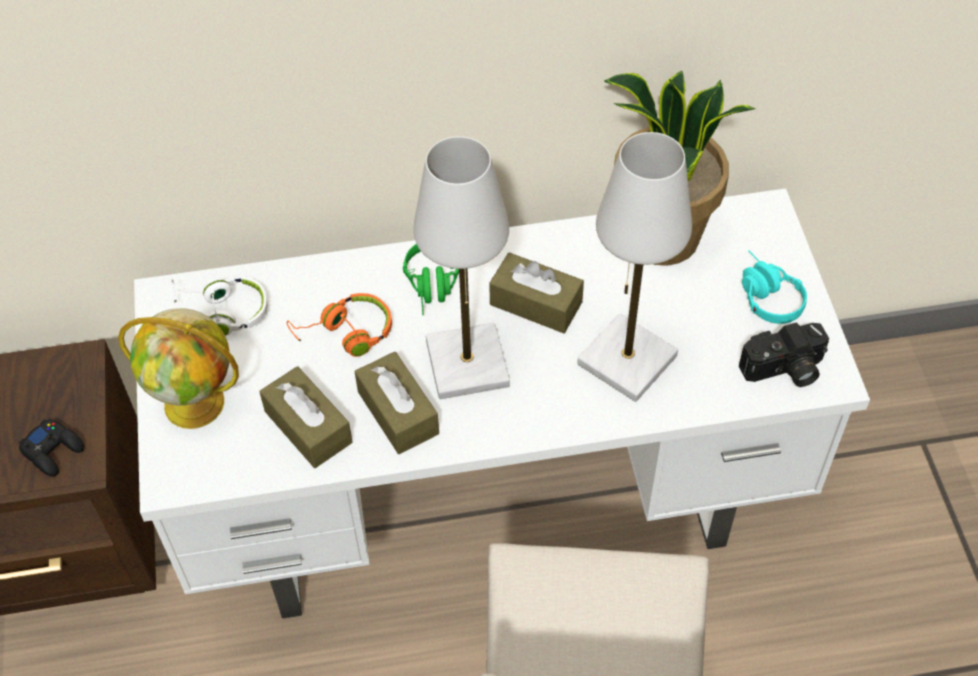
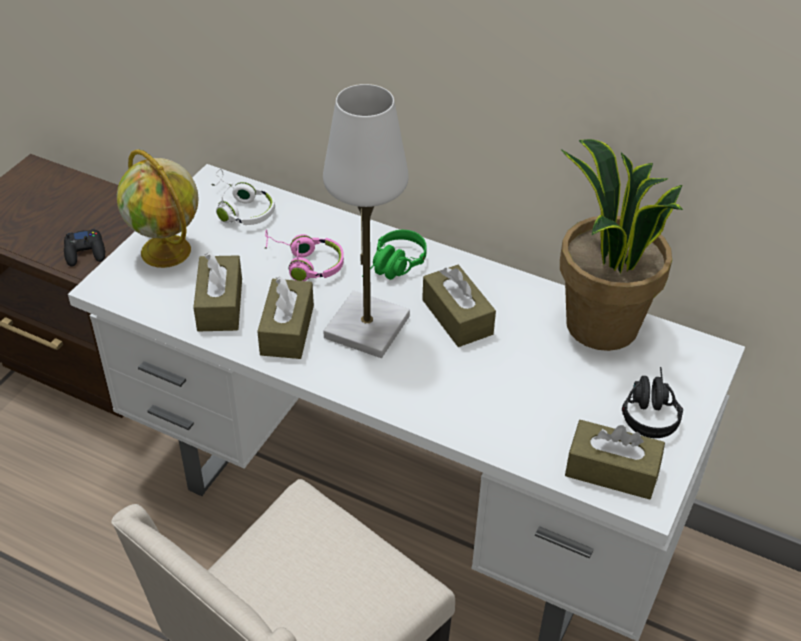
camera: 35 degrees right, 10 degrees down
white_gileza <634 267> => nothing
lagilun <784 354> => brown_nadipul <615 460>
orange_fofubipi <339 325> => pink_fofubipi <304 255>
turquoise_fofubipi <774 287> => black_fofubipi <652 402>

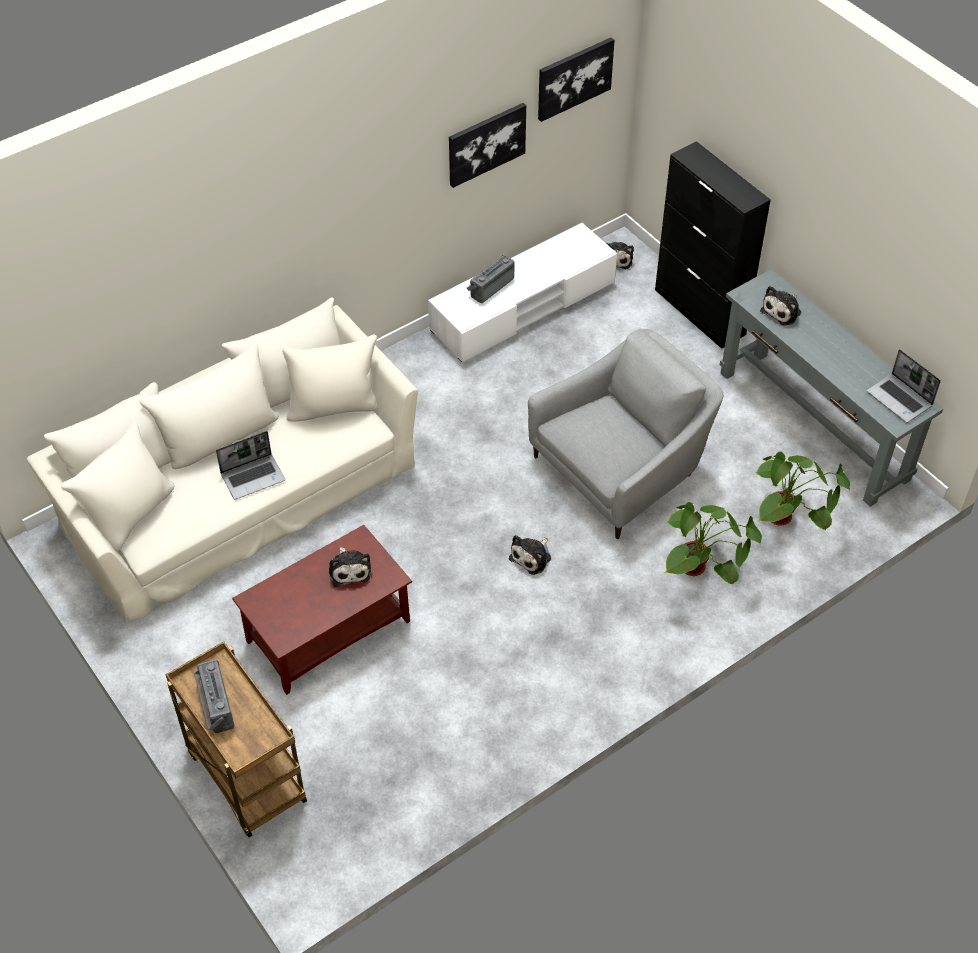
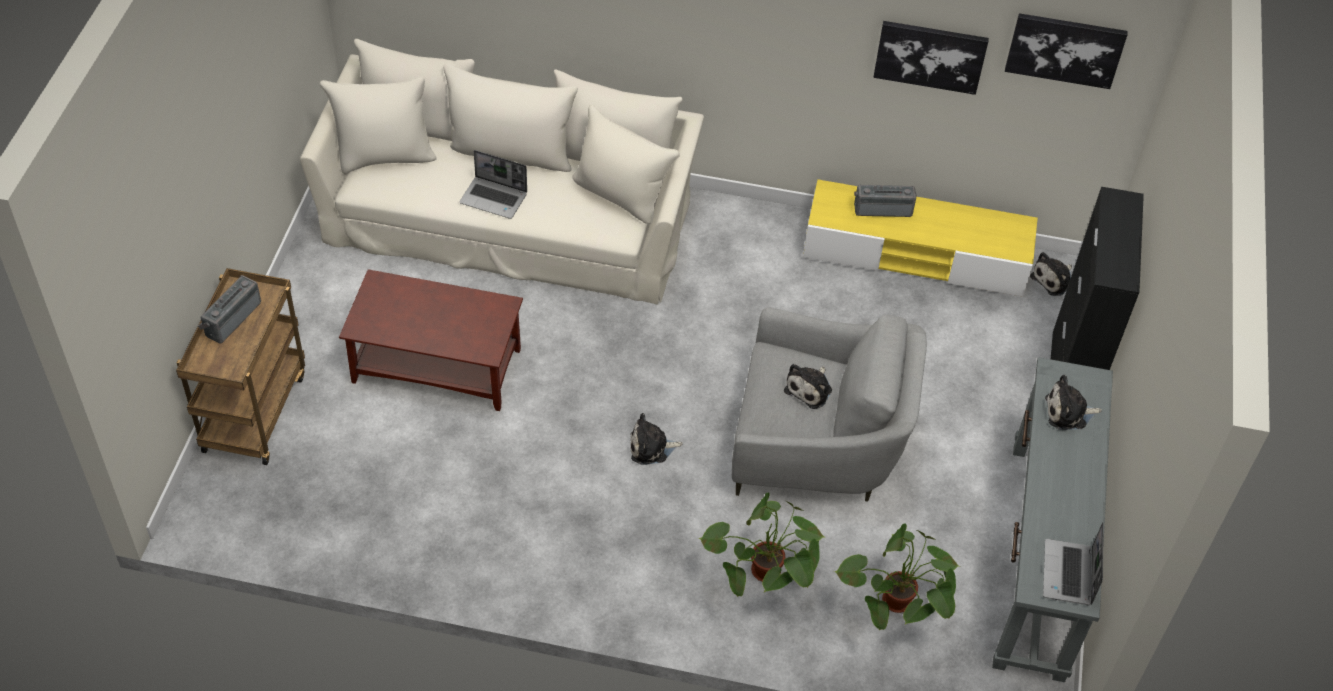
camera: 45 degrees right, 0 degrees up
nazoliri <350 567> => nazoliri <808 386>, moved
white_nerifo <522 292> => yellow_nerifo <920 238>

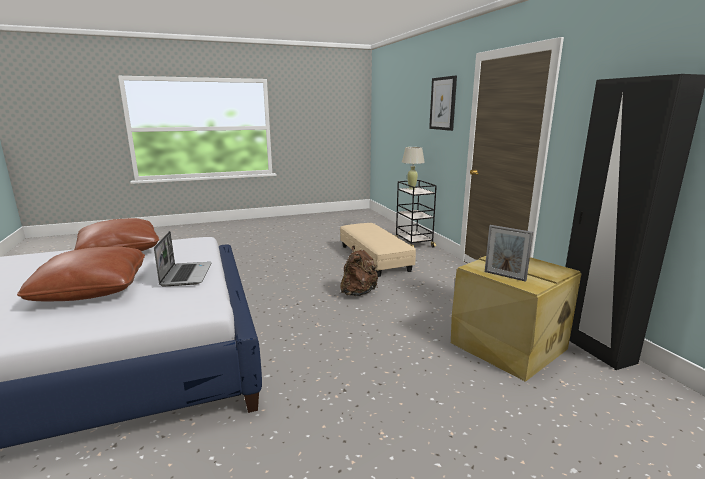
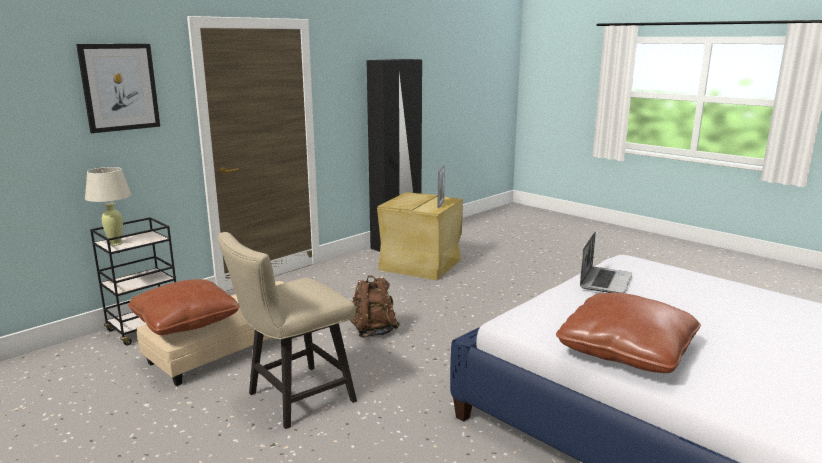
camera: 115 degrees left, 0 degrees up
nothing => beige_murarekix <287 330>
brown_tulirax <81 274> => brown_tulirax <184 307>, moved
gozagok <183 259> => gozagok <606 262>, 150 degrees clockwise

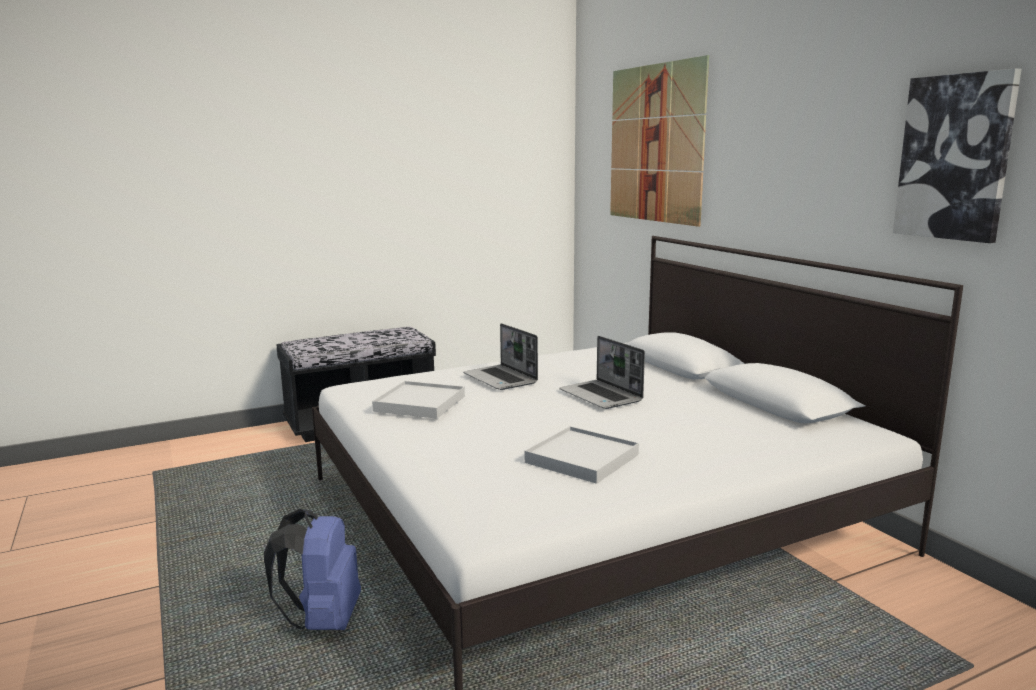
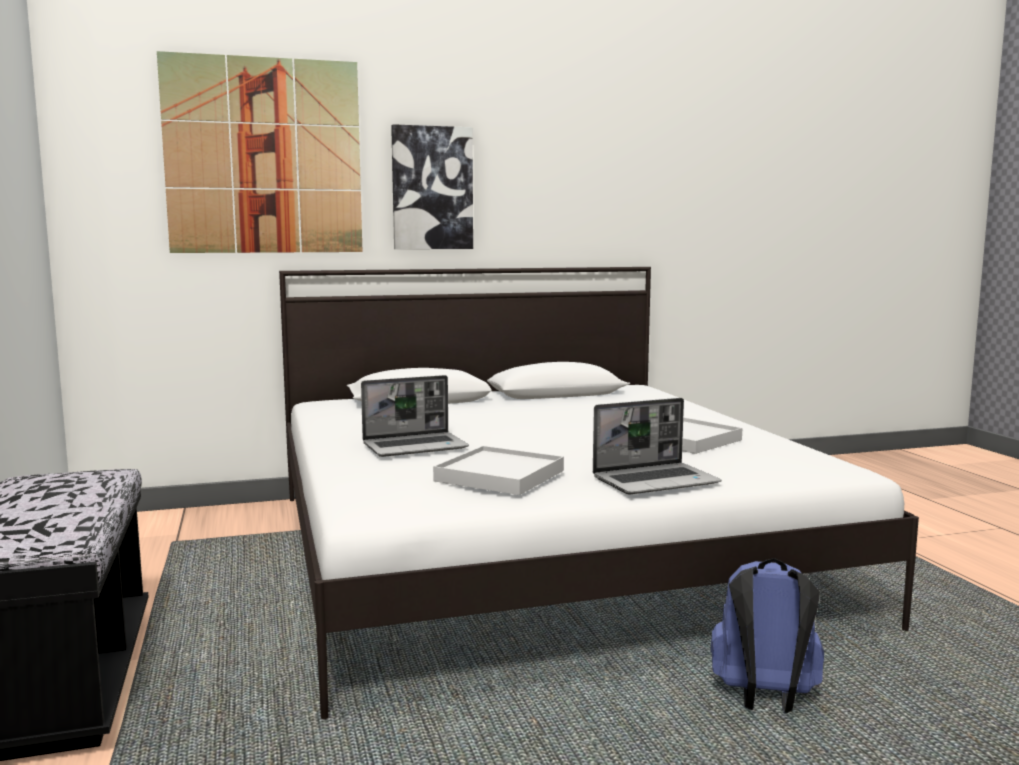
camera: 80 degrees left, 5 degrees down
gozagok <602 372> => gozagok <657 446>, moved
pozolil <957 155> => pozolil <432 186>, moved

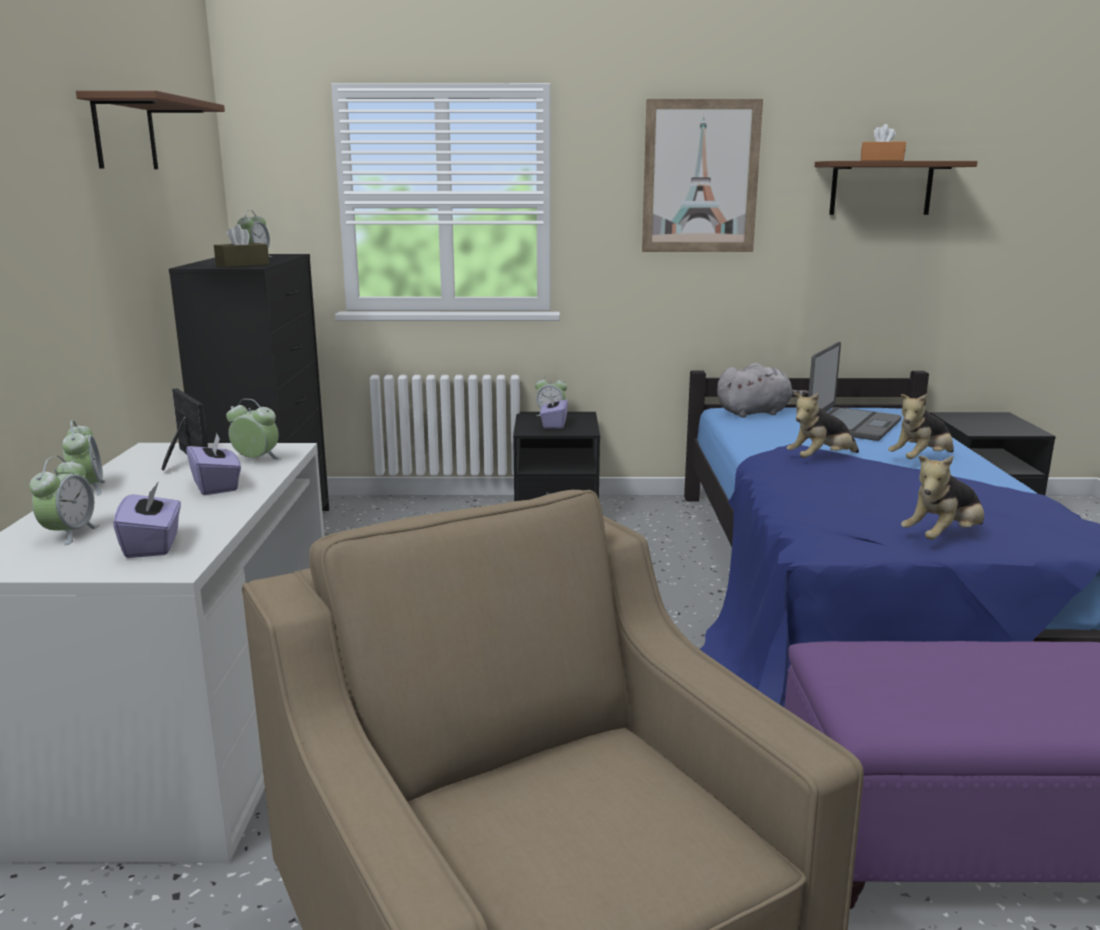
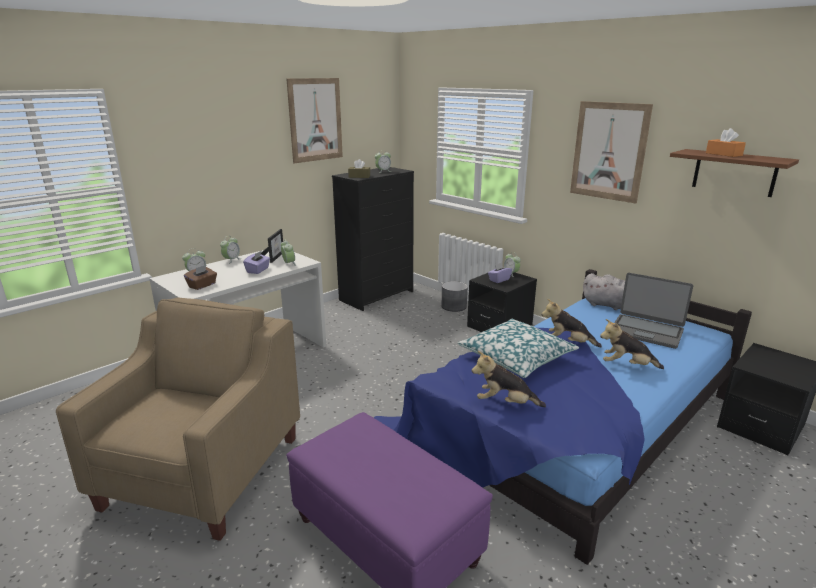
camera: 45 degrees right, 5 degrees up
nothing => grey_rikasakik <454 296>
nothing => tulirax <518 348>
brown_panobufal <150 129> => pozolil <314 120>
purple_nadipul <147 519> => brown_nadipul <200 277>
gozagok <855 391> => gozagok <653 311>, 45 degrees clockwise

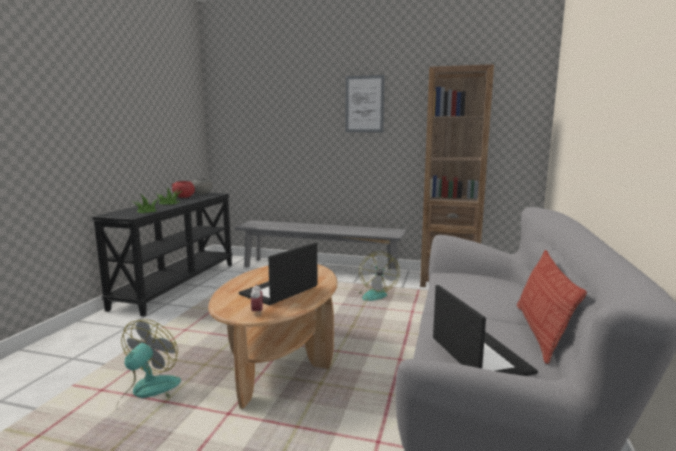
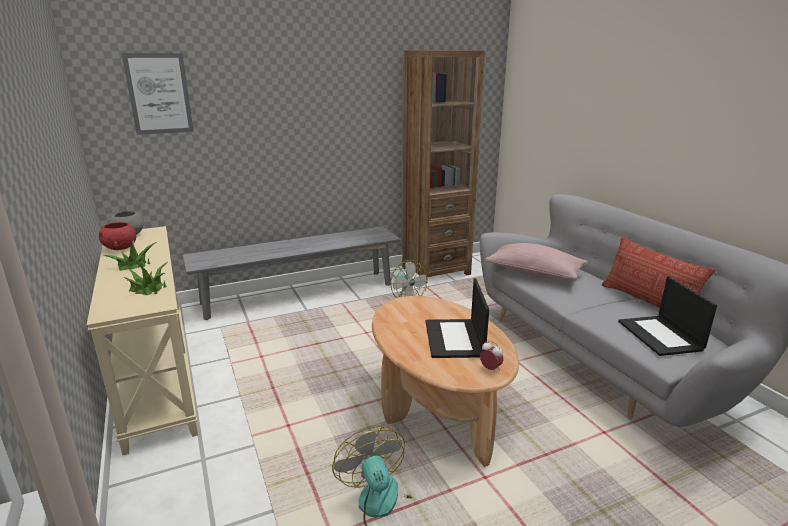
camera: 40 degrees left, 10 degrees up
nothing => pink_tulirax <536 261>
pozolil <365 103> => pozolil <158 94>, moved
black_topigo <162 255> => beige_topigo <142 340>
gozagok <485 330> => gozagok <667 316>, 135 degrees counterclockwise

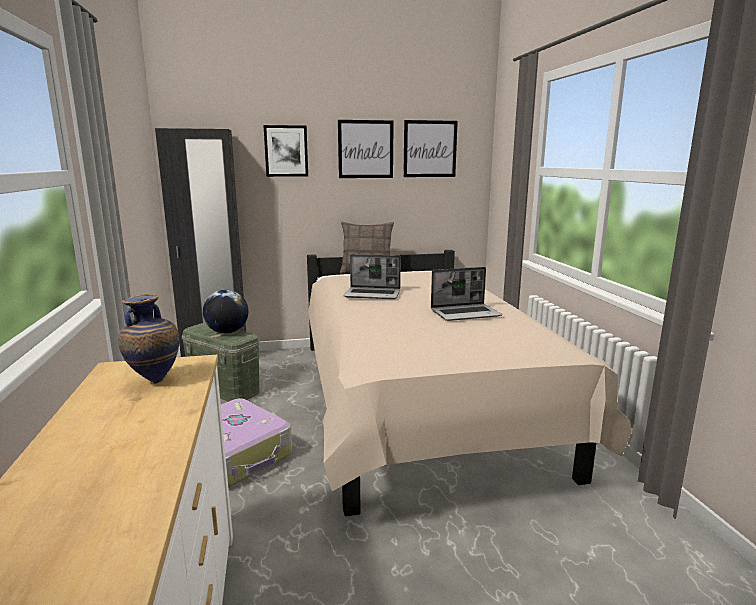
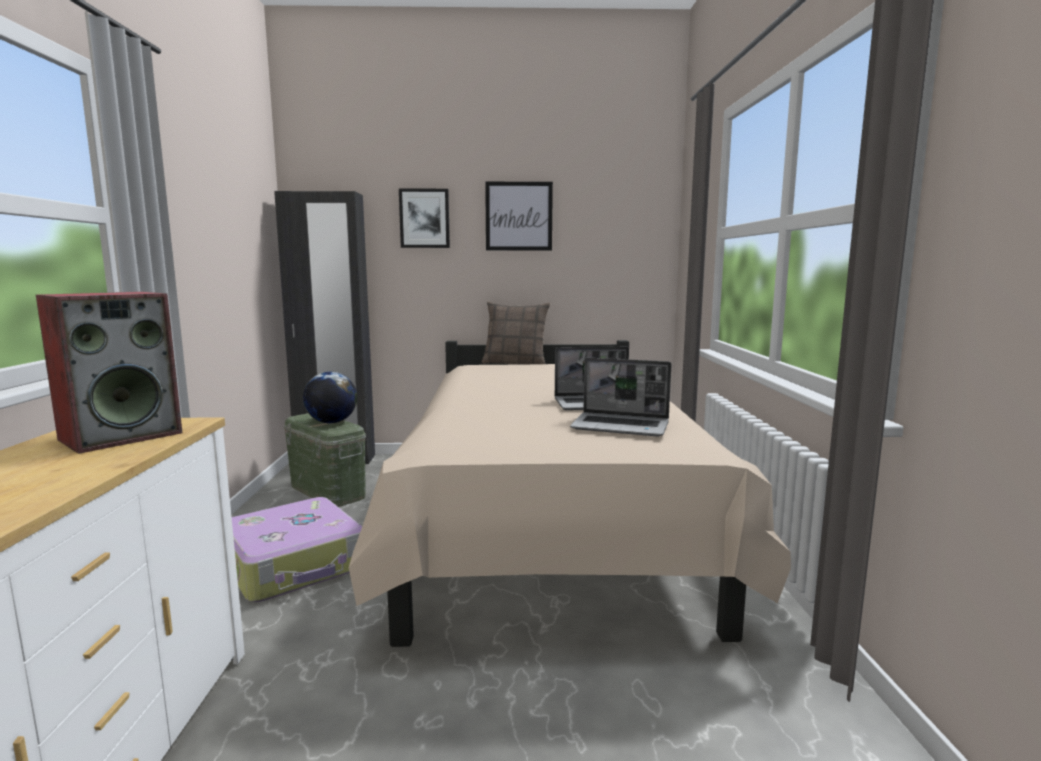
camera: 10 degrees right, 5 degrees down
pozolil <430 148> => nothing
gozagok <372 276> => gozagok <621 397>, moved
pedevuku <148 339> => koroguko <109 373>

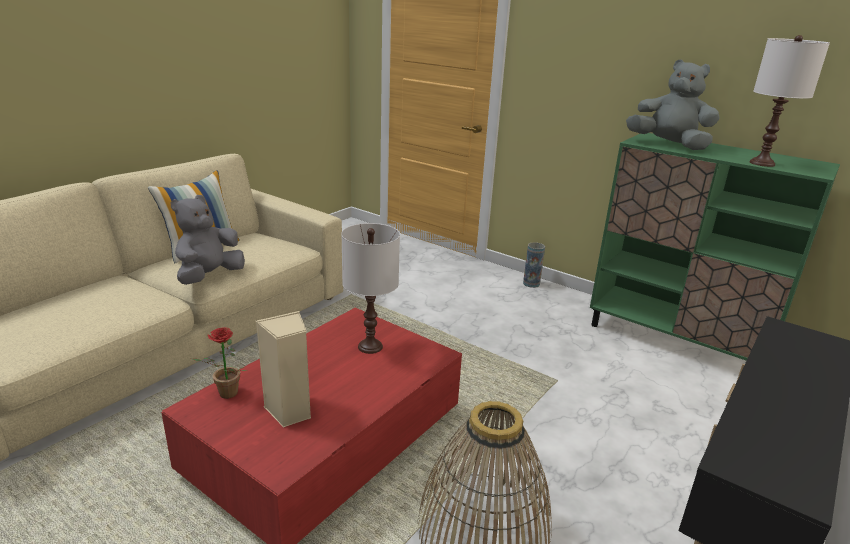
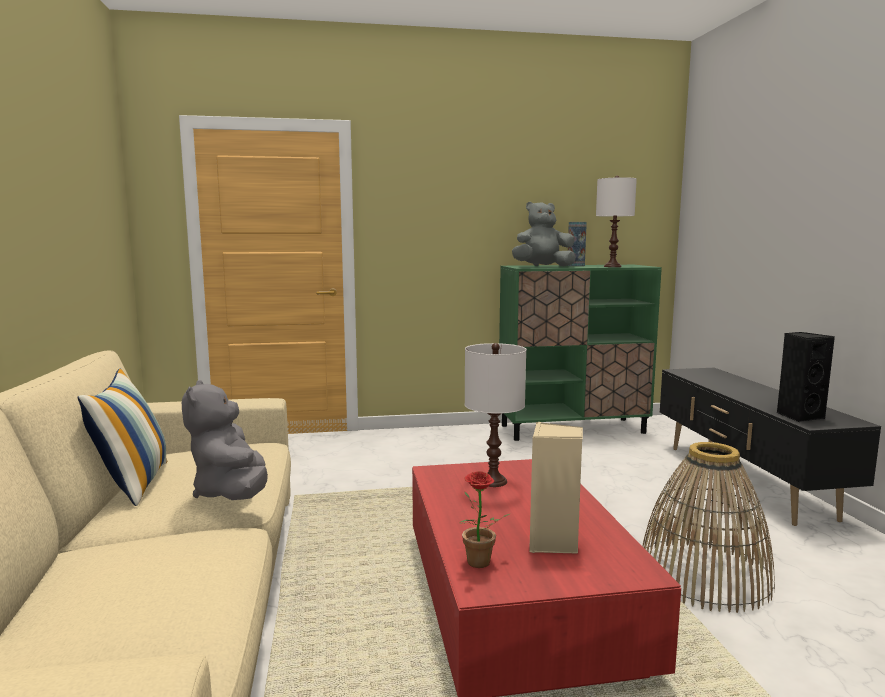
camera: 45 degrees left, 15 degrees down
nothing => black_koroguko <806 377>
pedevuku <534 265> => pedevuku <577 244>, moved

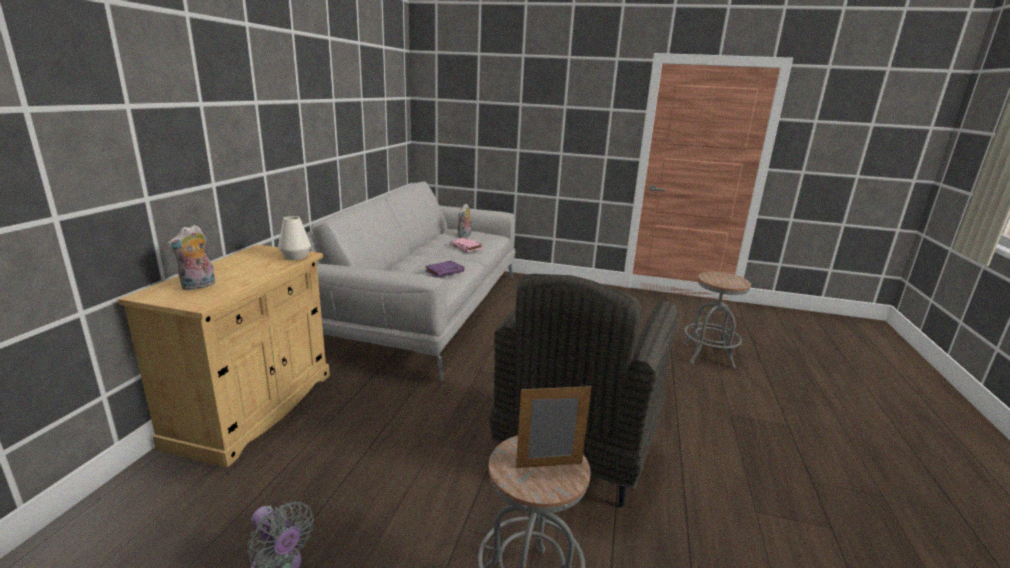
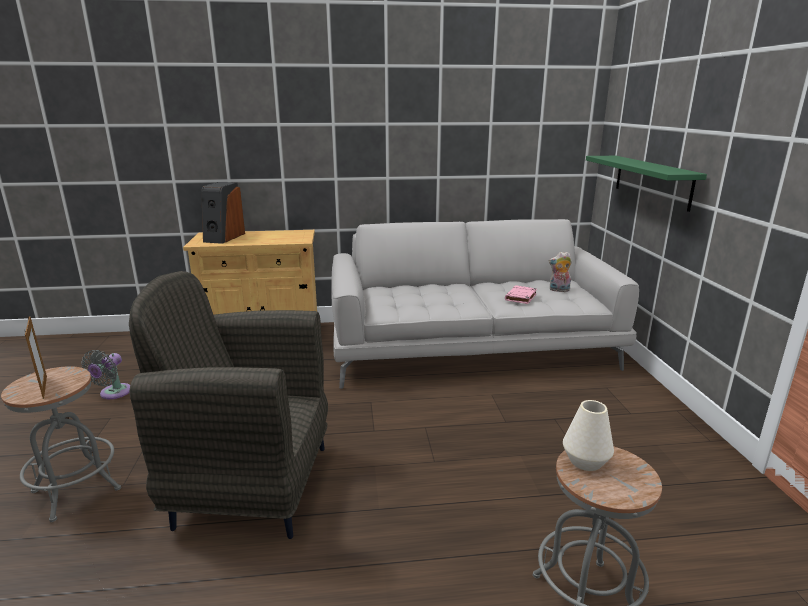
camera: 70 degrees right, 0 degrees up
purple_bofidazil <444 269> => nothing
nothing => green_panobufal <646 184>
white_pedevuku <294 238> => white_pedevuku <588 435>, moved
nazoliri <191 257> => koroguko <223 213>

